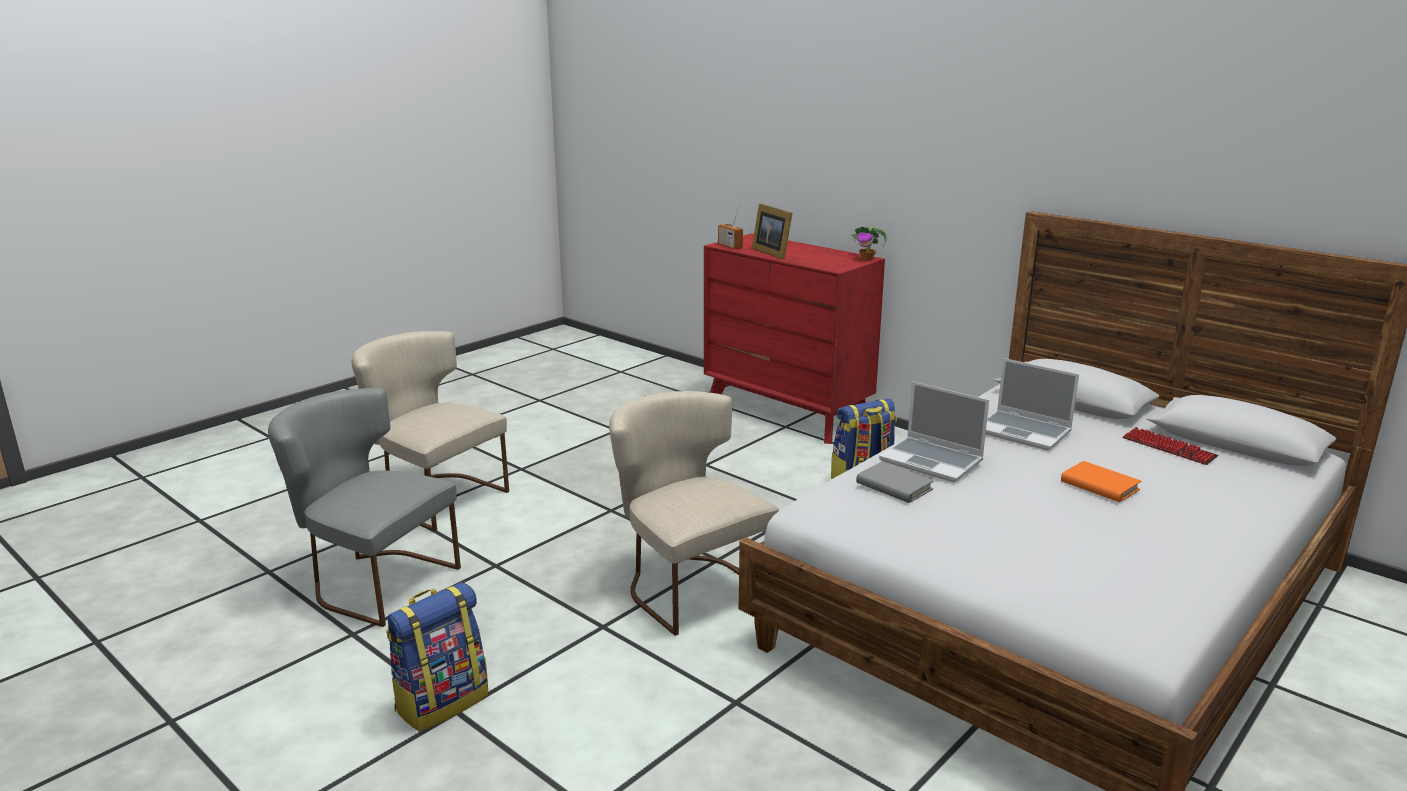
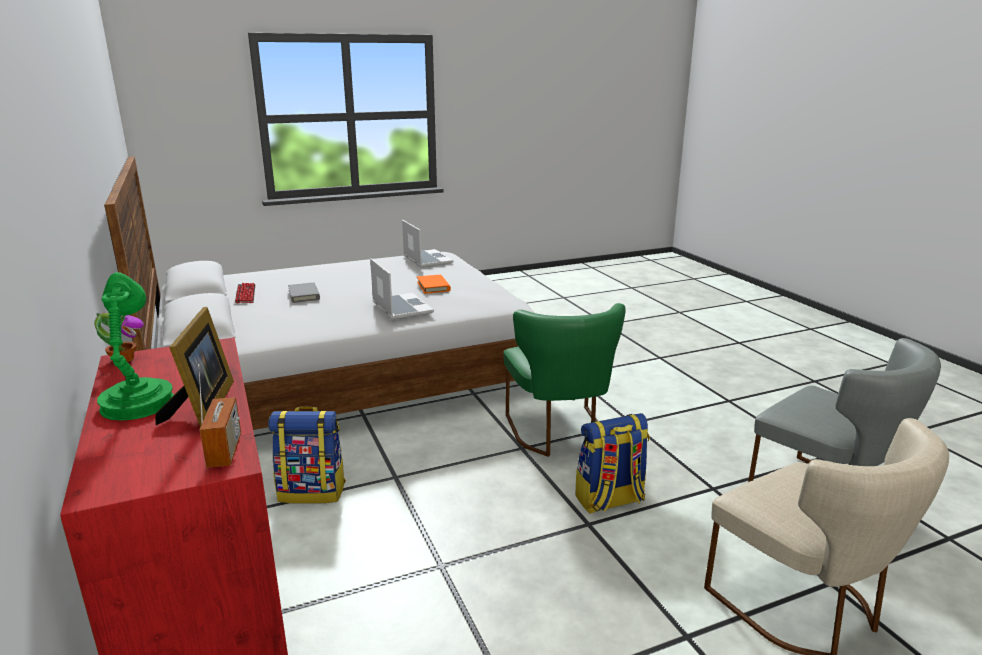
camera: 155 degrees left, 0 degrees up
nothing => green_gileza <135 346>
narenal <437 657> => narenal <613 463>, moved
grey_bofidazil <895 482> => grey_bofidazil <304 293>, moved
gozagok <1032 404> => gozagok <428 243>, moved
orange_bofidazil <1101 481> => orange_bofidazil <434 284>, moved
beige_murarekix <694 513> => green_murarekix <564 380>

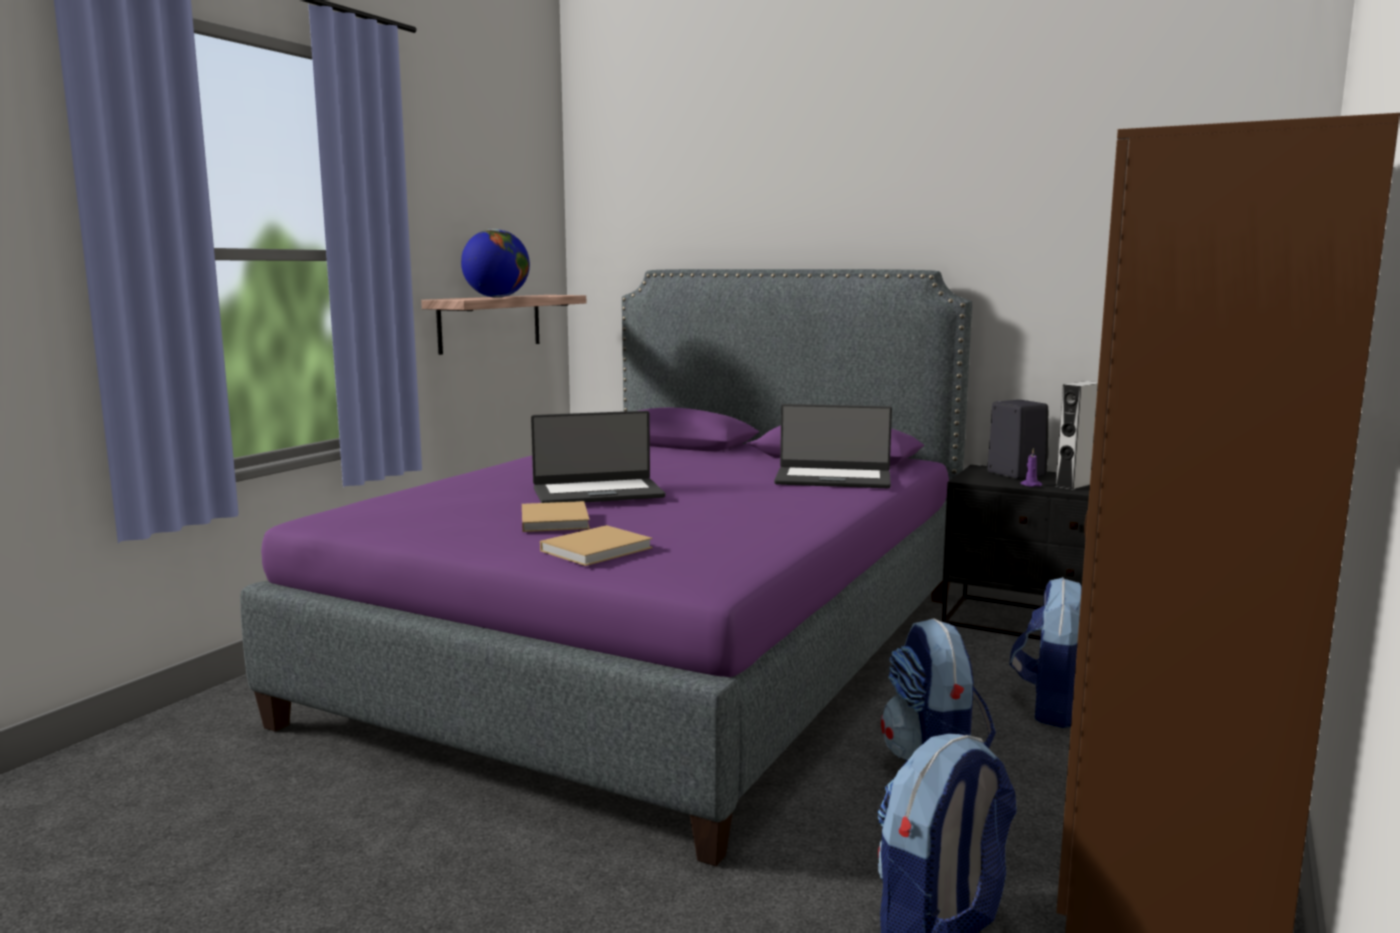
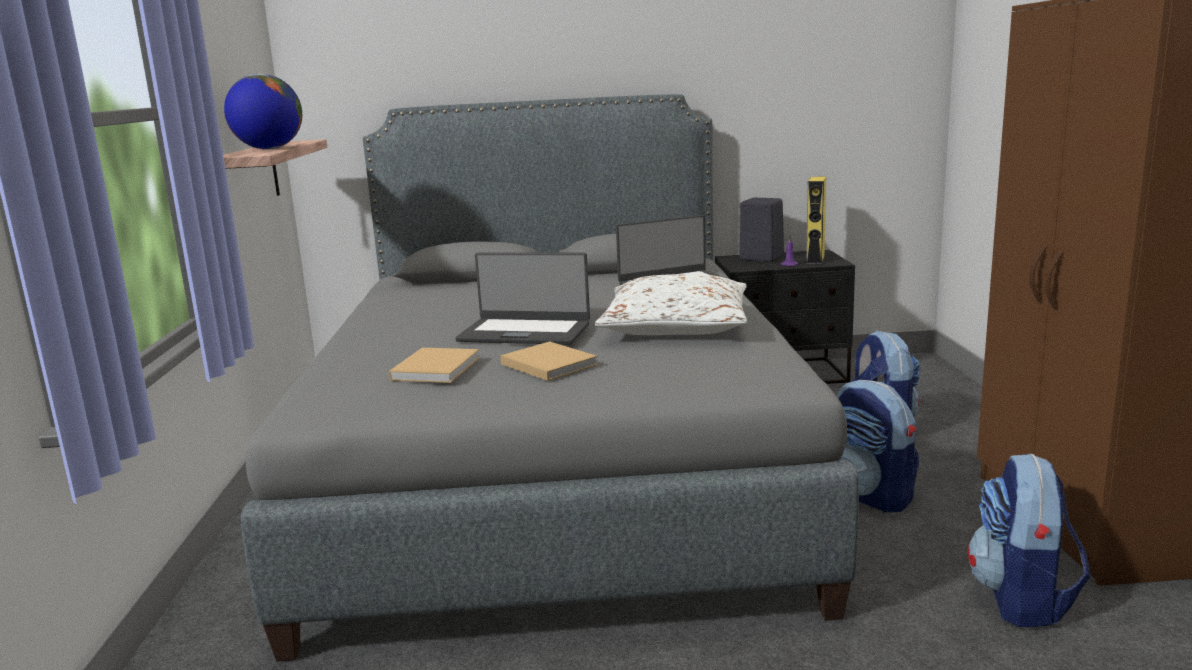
camera: 30 degrees left, 5 degrees up
nothing => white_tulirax <671 304>
beige_bofidazil <596 545> => beige_bofidazil <434 365>, moved
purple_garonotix <606 567> => grey_garonotix <550 378>
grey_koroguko <1076 435> => yellow_koroguko <816 220>
gozagok <598 457> => gozagok <522 299>, 60 degrees clockwise

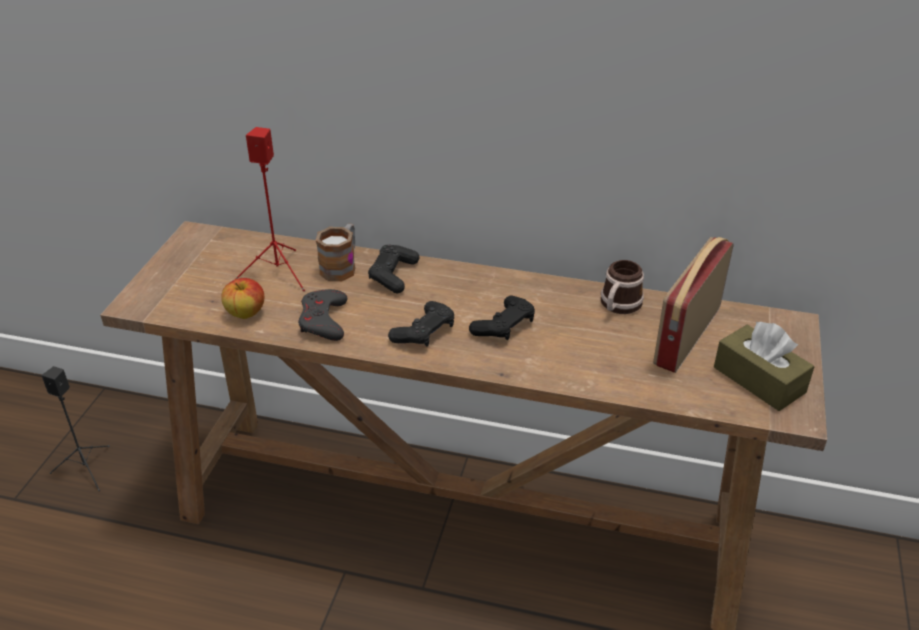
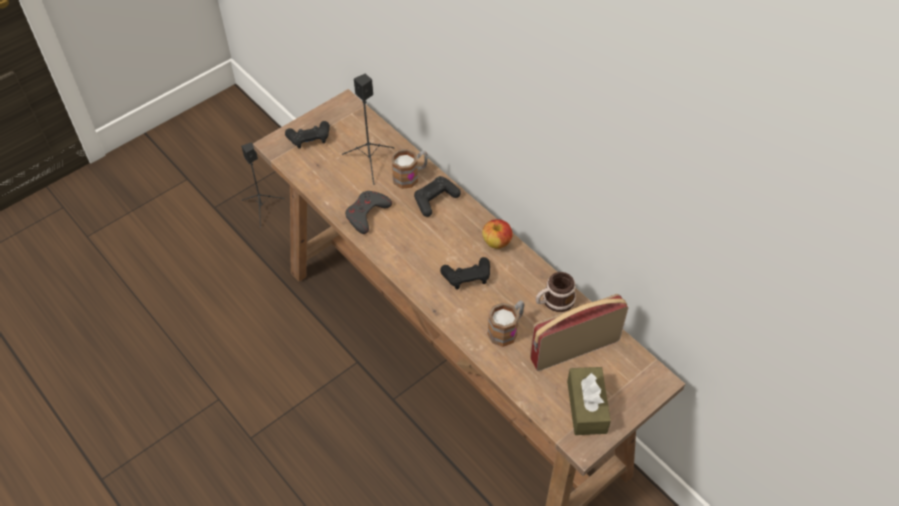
camera: 35 degrees right, 15 degrees up
nothing => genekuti <506 323>
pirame <242 298> => pirame <497 234>, moved
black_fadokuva <421 323> => black_fadokuva <307 135>, moved
red_koroguko <270 209> => black_koroguko <368 129>

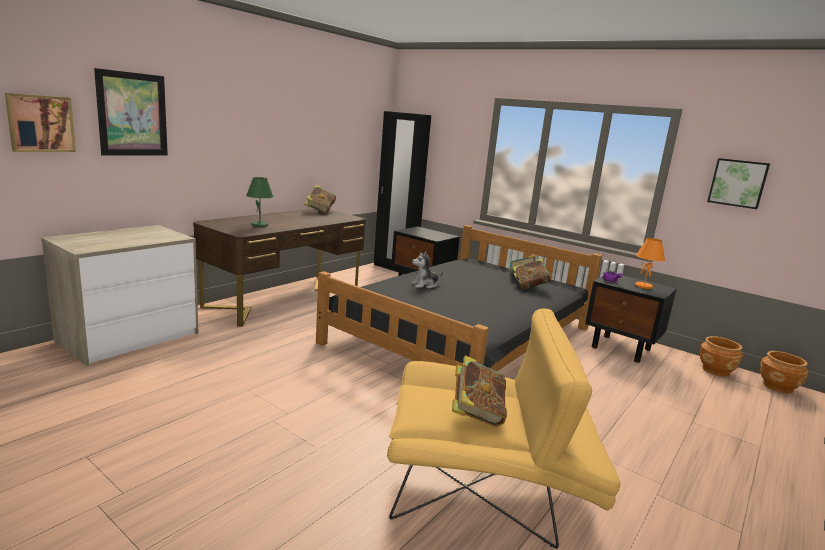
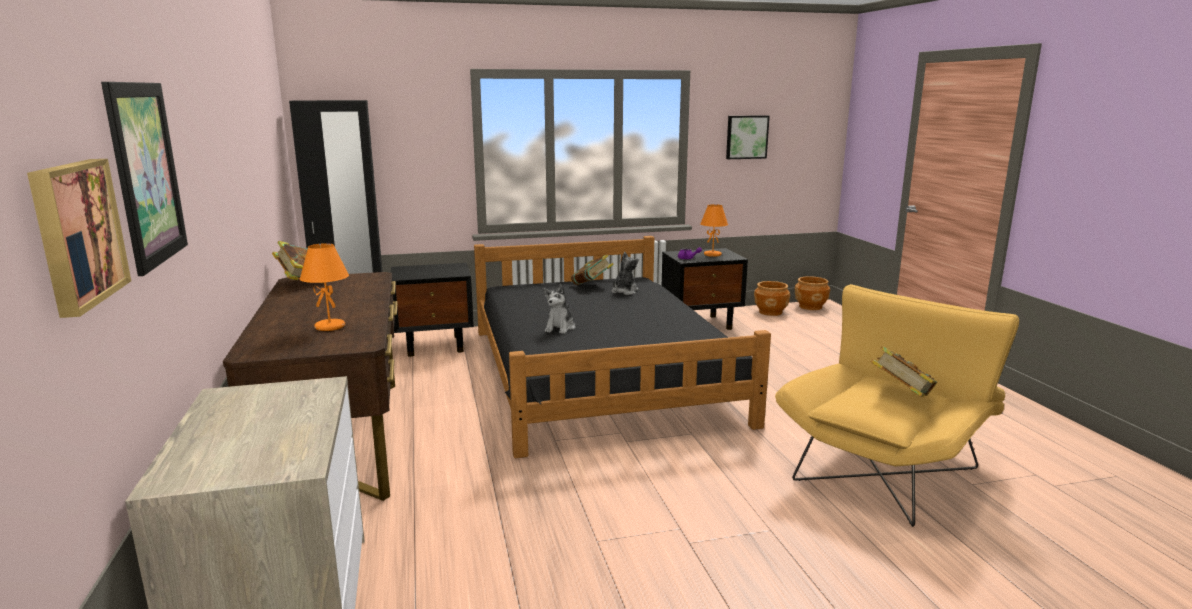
camera: 50 degrees left, 0 degrees up
bofidazil <532 274> => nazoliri <625 273>
green_gileza <260 202> => orange_gileza <324 287>

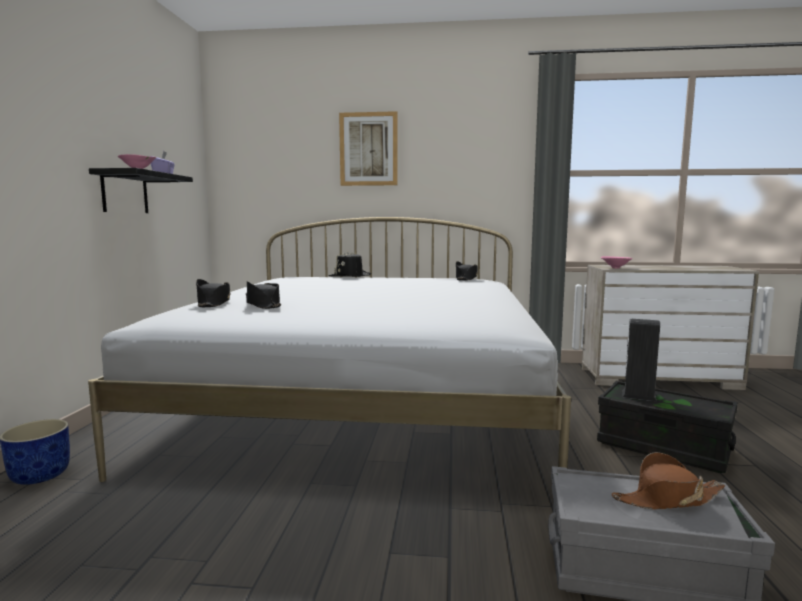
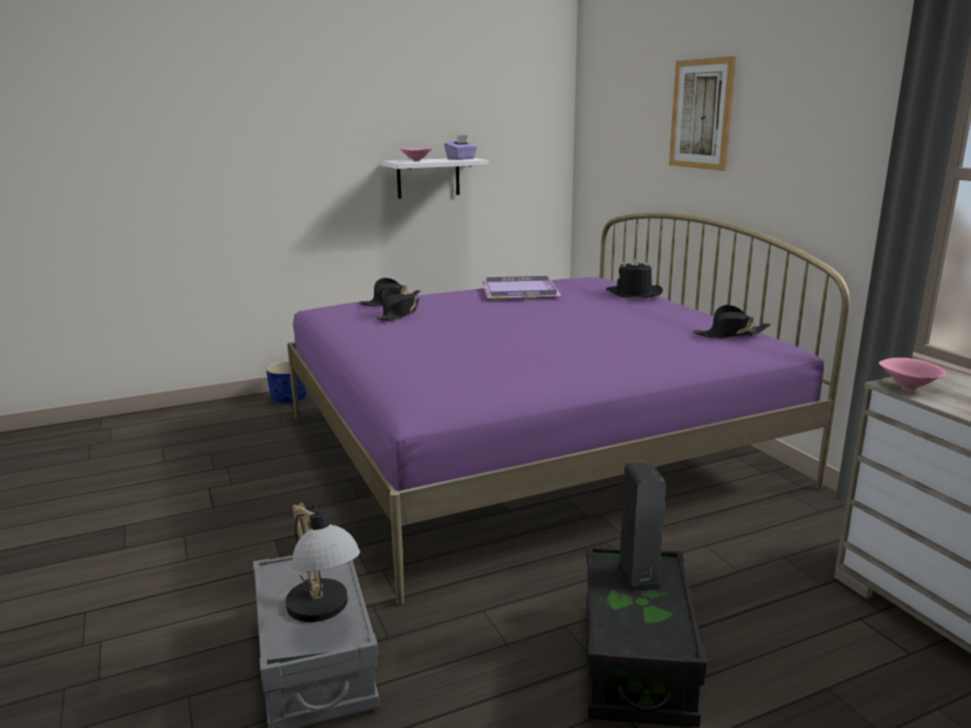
camera: 60 degrees right, 10 degrees up
nothing => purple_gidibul <522 288>
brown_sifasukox <668 481> => gileza <323 562>
white_garonotix <329 349> => purple_garonotix <568 408>
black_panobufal <141 190> => white_panobufal <436 178>

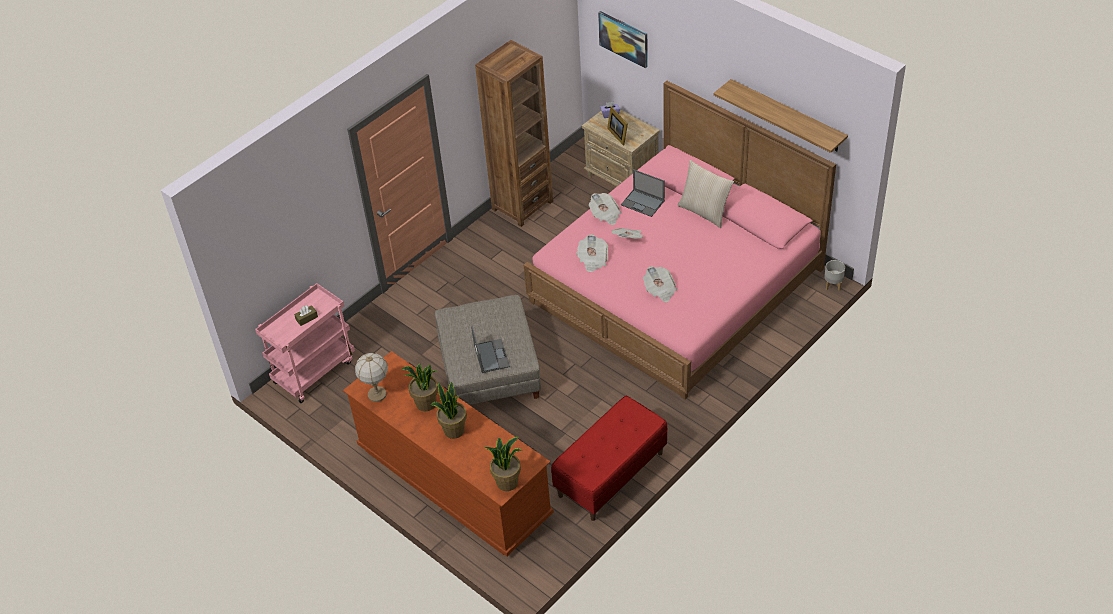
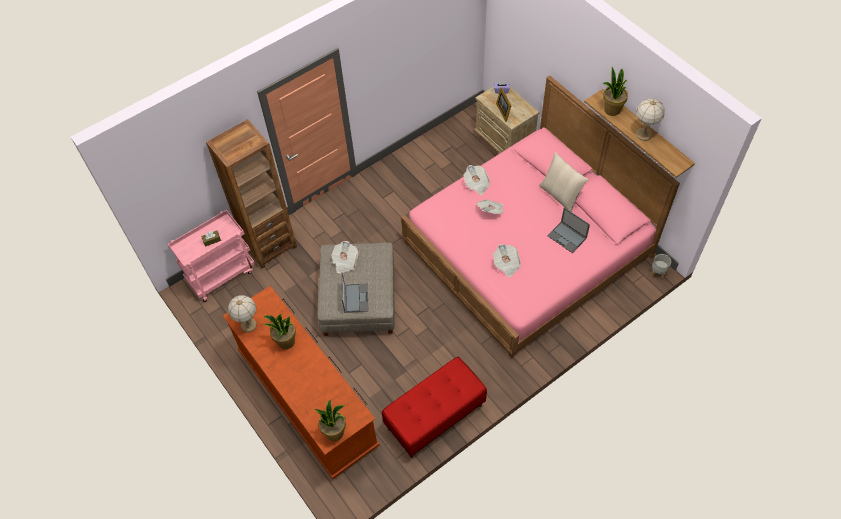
camera: 10 degrees right, 10 degrees up
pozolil <623 39> => nothing
nothing => gileza <650 119>
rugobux <448 410> => rugobux <615 91>, moved
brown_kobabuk <514 133> => brown_kobabuk <251 194>, moved
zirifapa <592 253> => zirifapa <345 257>, moved
gozagok <643 193> => gozagok <568 230>, moved

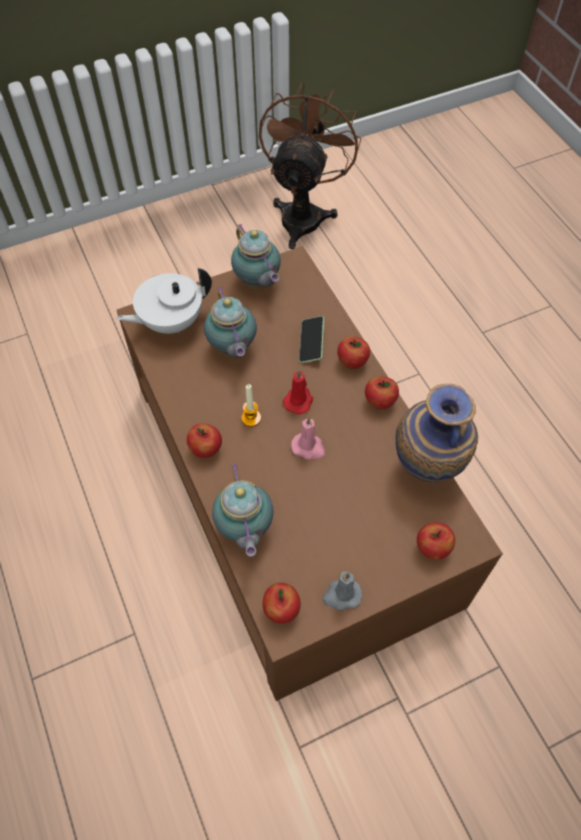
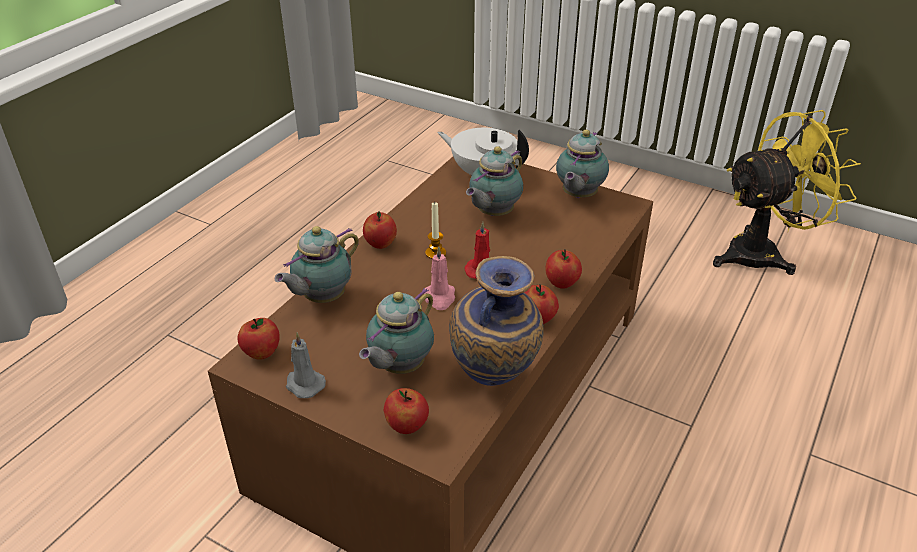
camera: 55 degrees right, 20 degrees down
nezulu <311 339> => nothing
nothing => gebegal <396 331>
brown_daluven <310 165> => yellow_daluven <787 192>

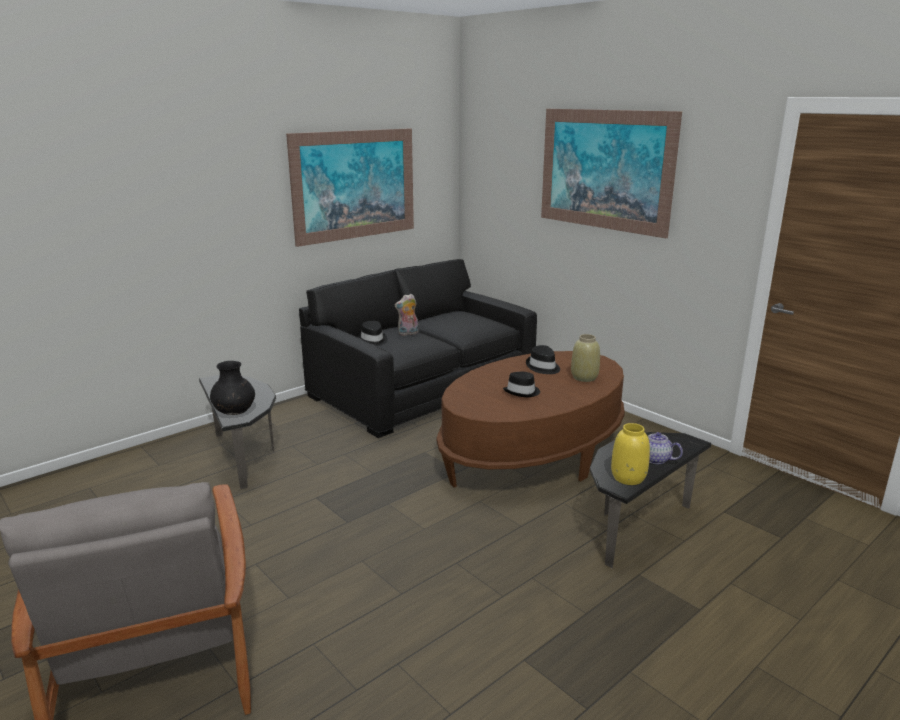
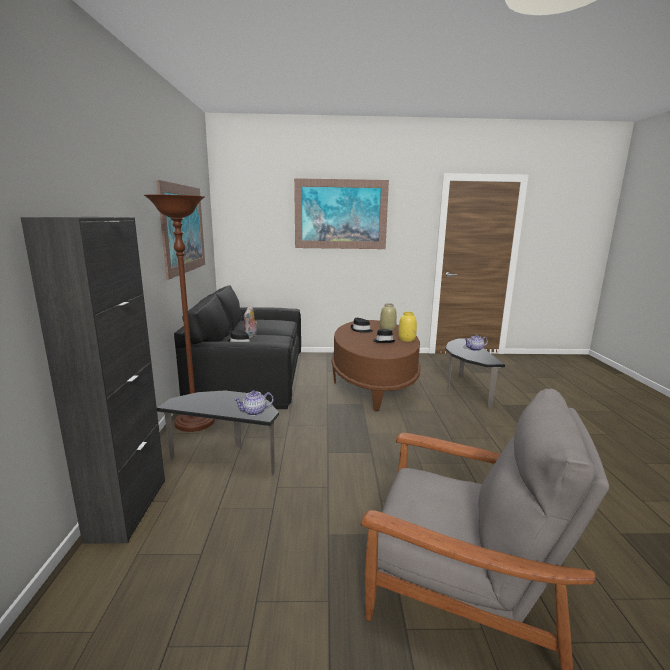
camera: 50 degrees left, 5 degrees down
nothing => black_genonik <92 380>
nothing => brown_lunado <179 313>
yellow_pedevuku <630 454> => yellow_pedevuku <407 327>, moved
black_pedevuku <232 388> => gebegal <254 403>

